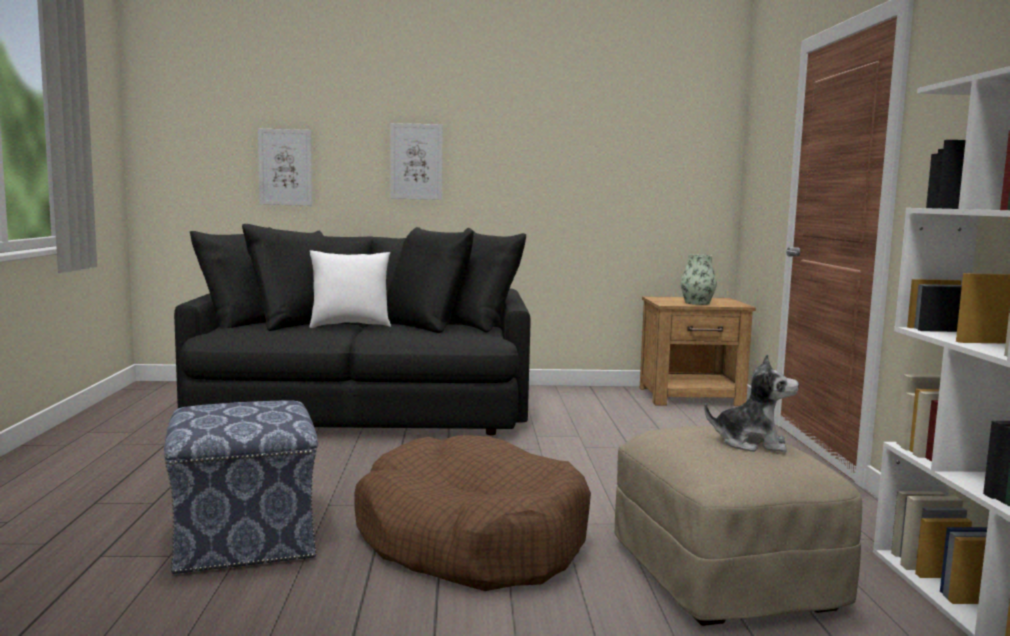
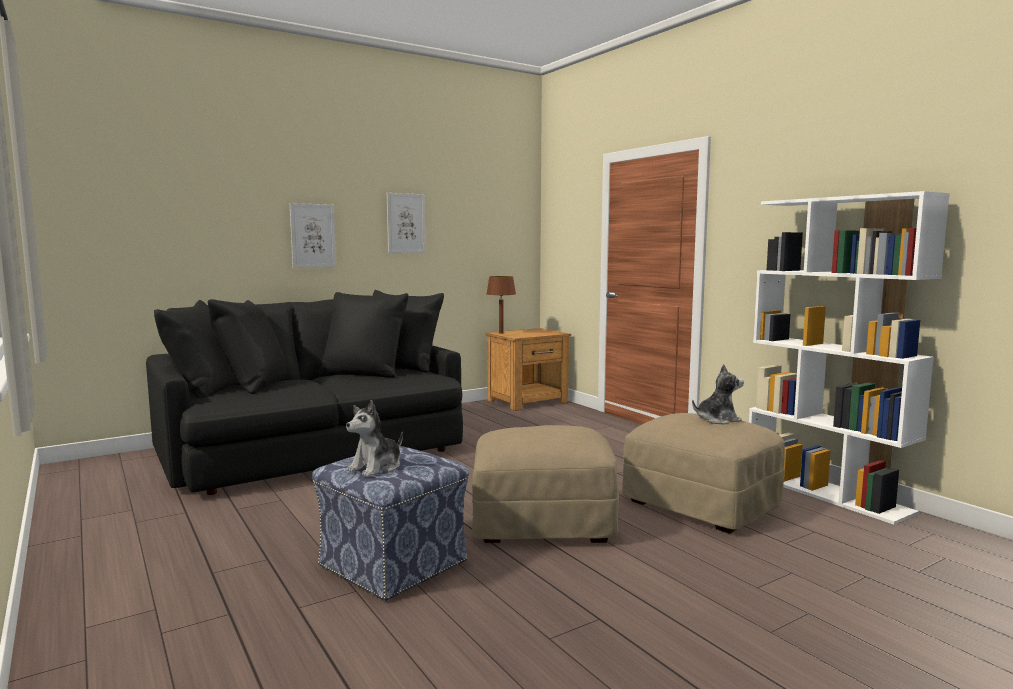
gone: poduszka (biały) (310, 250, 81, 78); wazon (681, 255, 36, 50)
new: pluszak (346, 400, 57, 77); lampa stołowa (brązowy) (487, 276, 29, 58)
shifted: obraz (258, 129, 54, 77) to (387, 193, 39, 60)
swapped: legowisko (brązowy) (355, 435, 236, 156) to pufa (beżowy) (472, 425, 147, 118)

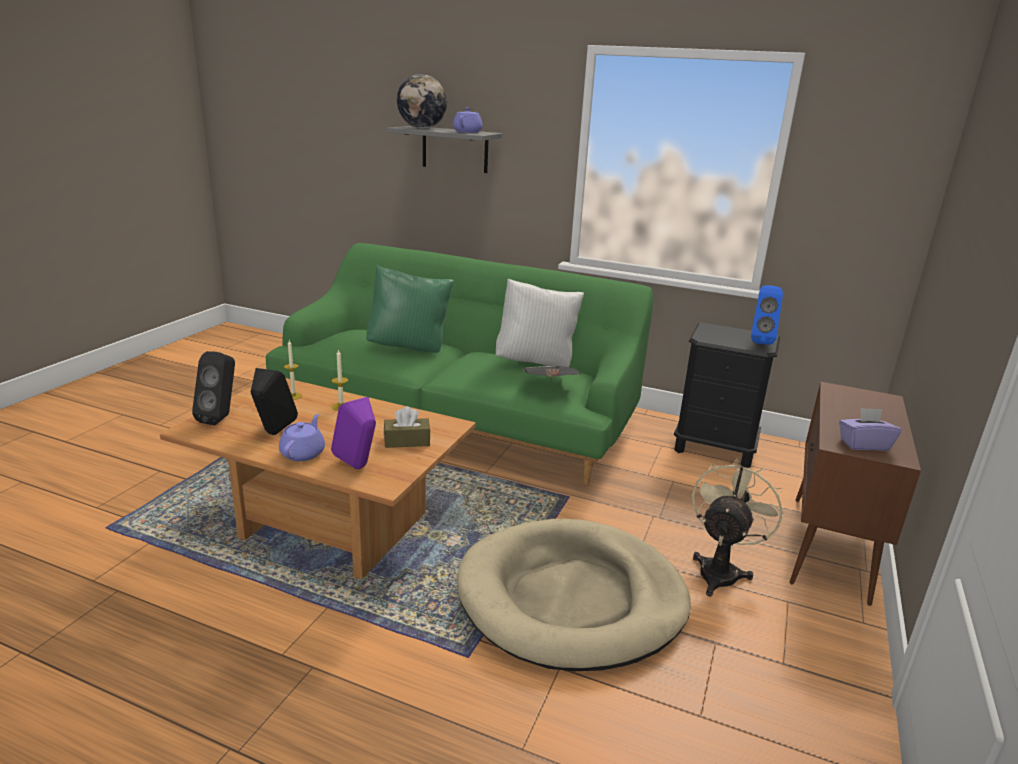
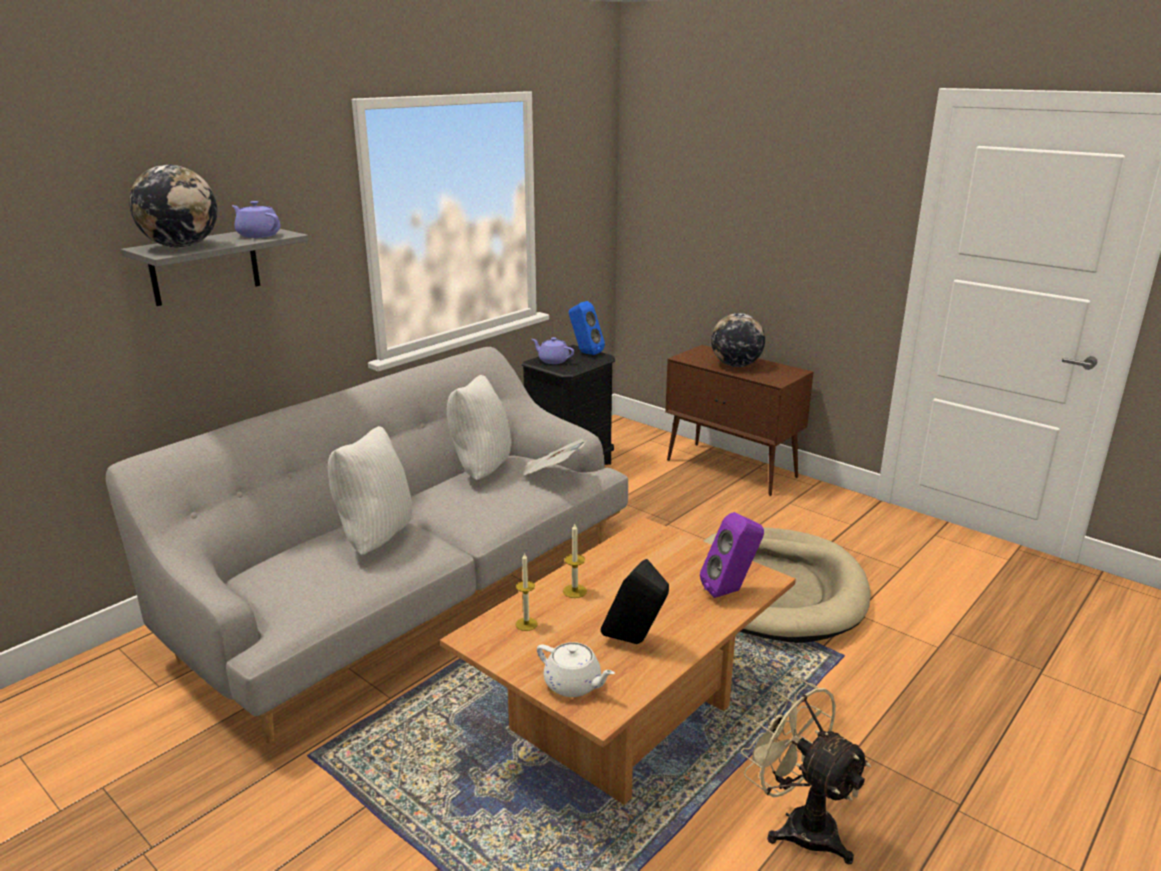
gone: pudełko chusteczek (brązowy) (384, 406, 46, 42); pudełko chusteczek (fioletowy) (839, 408, 63, 43)
new: globus (711, 313, 54, 54)
shifted: imbryk (fioletowy) (279, 414, 46, 47) to (532, 337, 42, 27); wentylator (beżowy) (692, 458, 92, 139) to (741, 677, 130, 187)
swapped: głośnik (czarny) (192, 351, 43, 75) to imbryk (biały) (537, 642, 78, 55)
repainted: kanapa (zielony) (266, 243, 388, 242) to kanapa (szary) (106, 347, 522, 396); poduszka (zielony) (366, 265, 88, 88) to poduszka (biały) (328, 426, 84, 129)

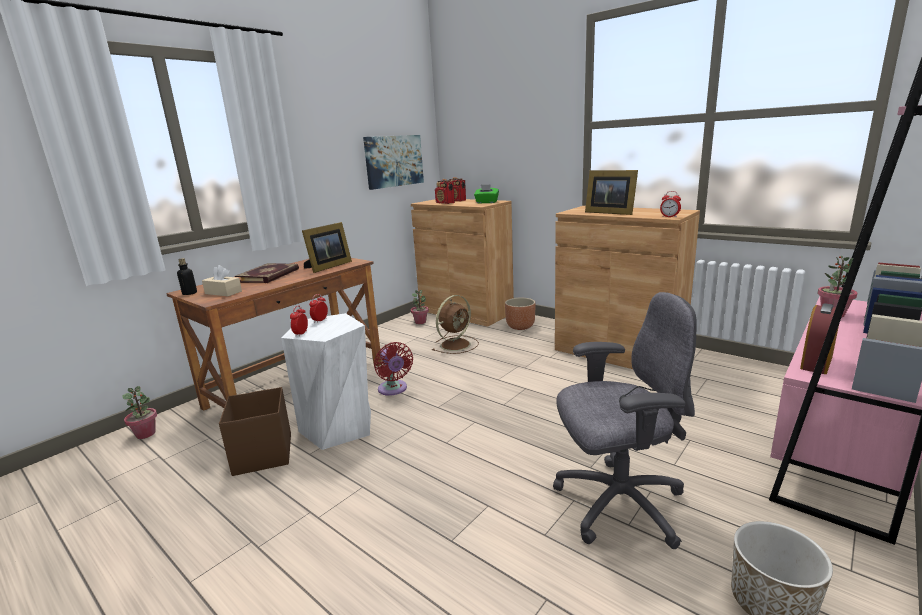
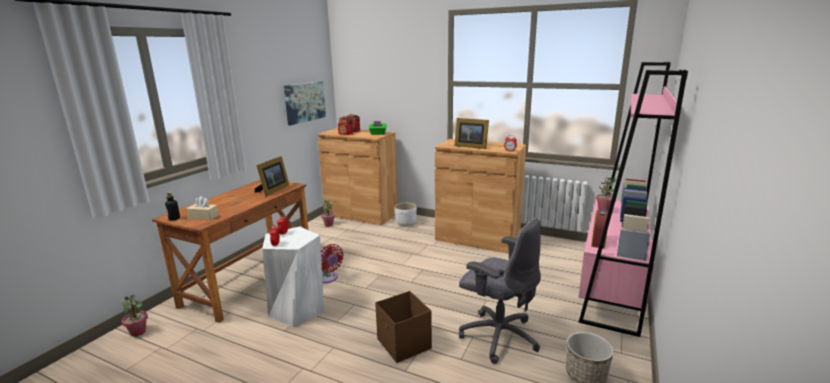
gone: książka (235, 263, 64, 20); wentylator (brązowy) (432, 295, 47, 59)
shifted: pojemnik do przechowywania (brązowy) (219, 387, 72, 89) to (375, 291, 57, 72)
repainted: donica (brązowy) (505, 298, 30, 32) to donica (biały) (395, 203, 22, 24)
rotated: krzesło biurowe (szary) (553, 292, 144, 257) = (459, 218, 82, 146) 60 degrees clockwise

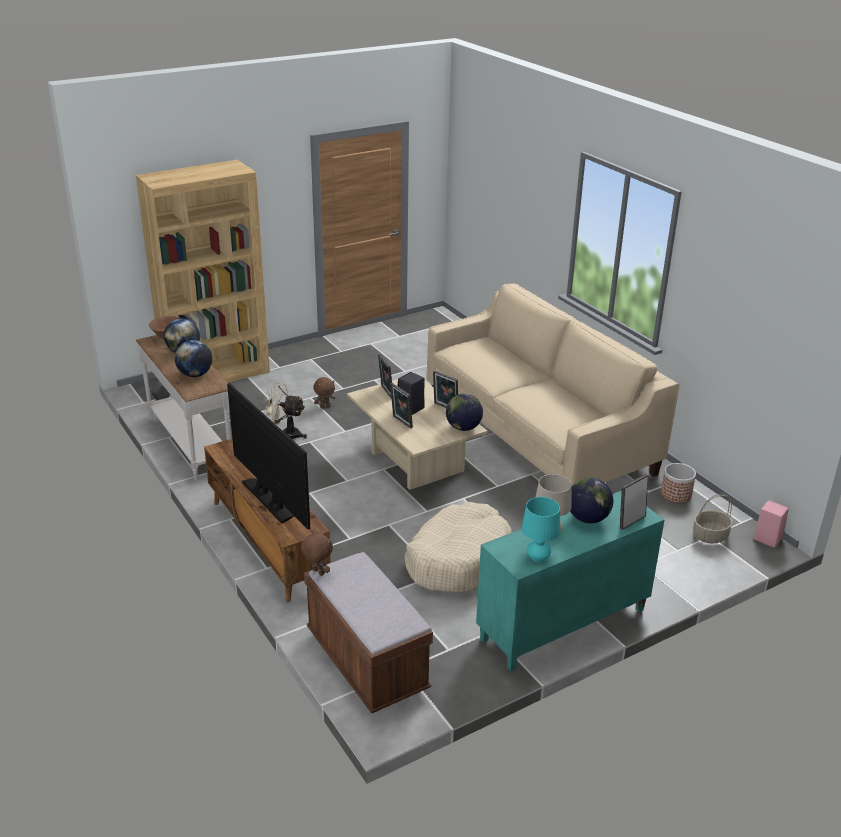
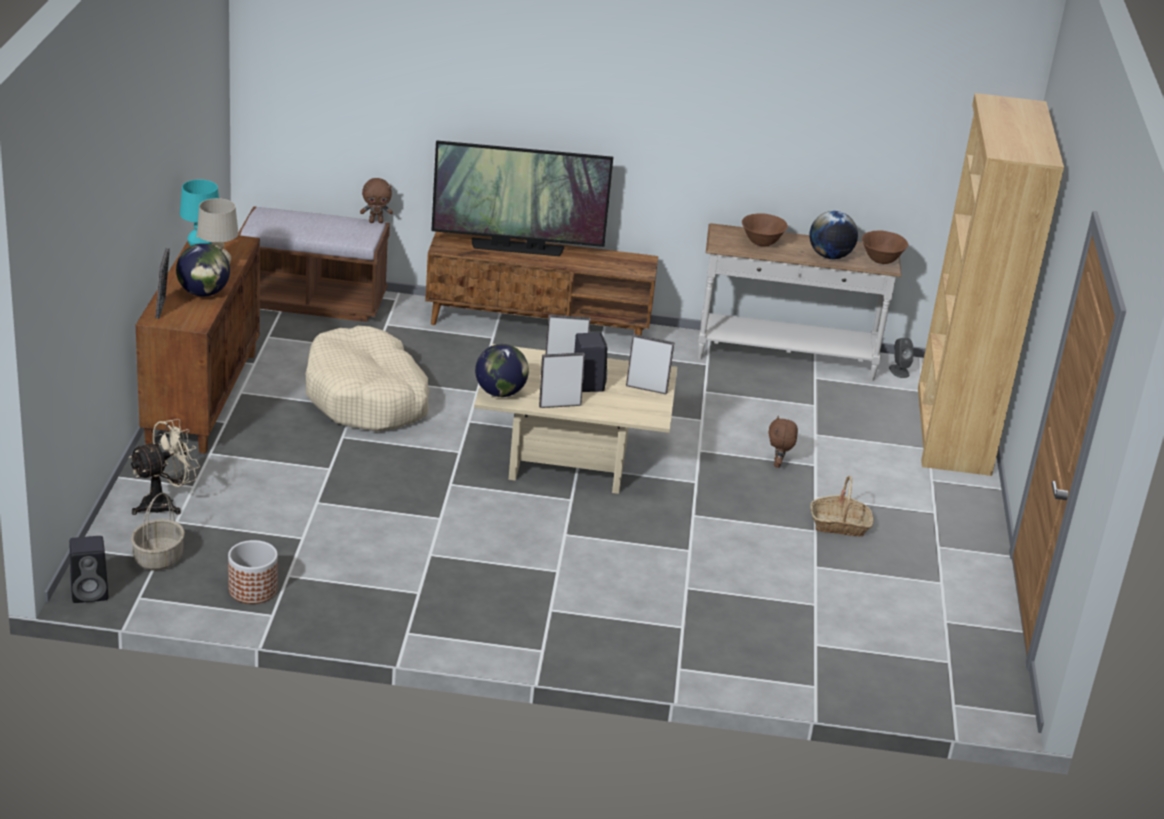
gone: kanapa (beżowy) (426, 284, 254, 203)
new: koszyk (810, 476, 64, 61)
shifted: wentylator (beżowy) (263, 382, 44, 57) to (128, 419, 72, 96)
swapped: globus (175, 340, 37, 37) to miska (brązowy) (742, 213, 46, 34)
repainted: szafka (turkusowy) (476, 491, 188, 180) to szafka (brązowy) (136, 235, 124, 219); głośnik (różowy) (753, 501, 36, 47) to głośnik (czarny) (69, 536, 39, 67)

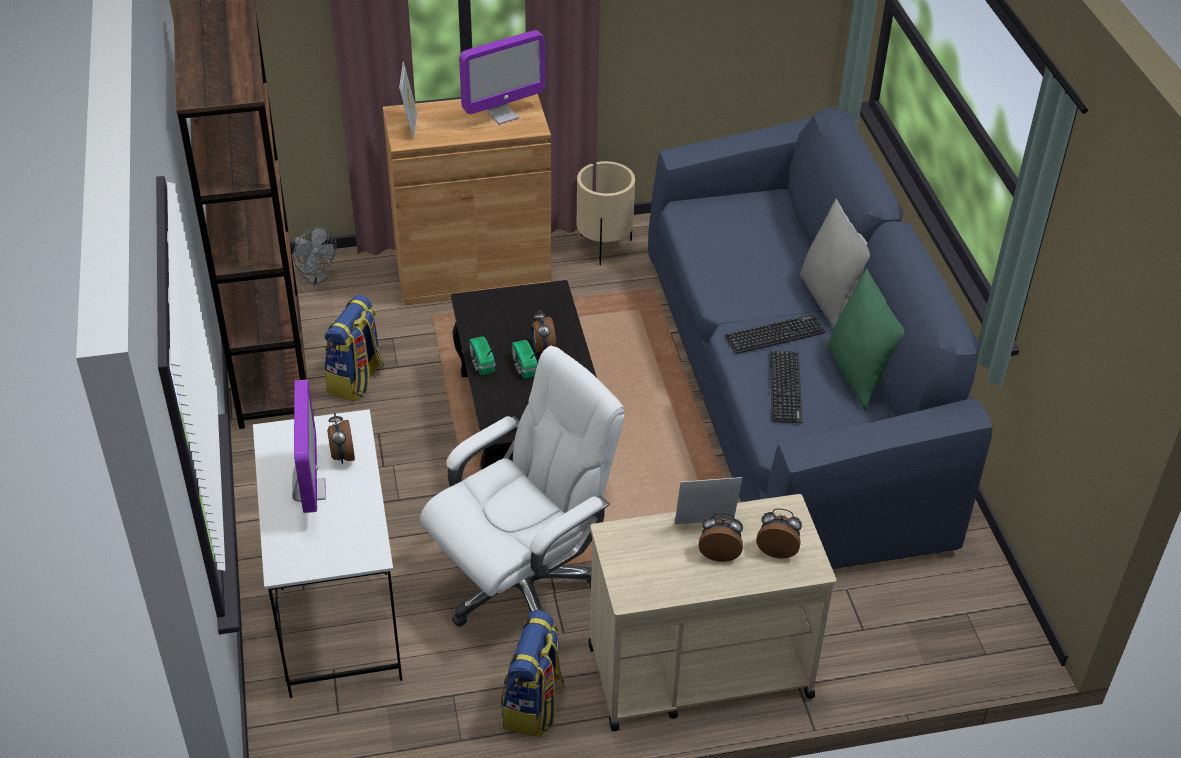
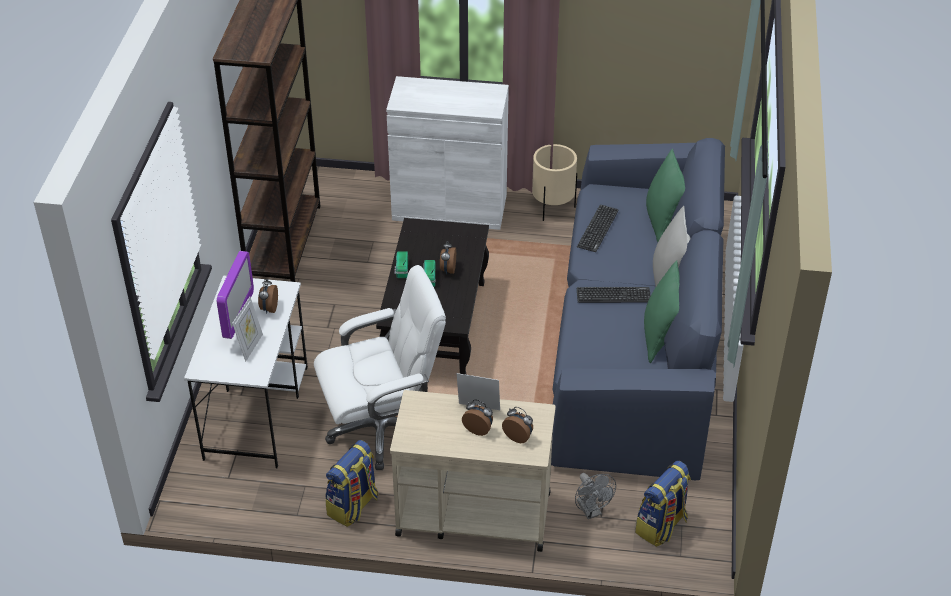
gone: monitor (459, 30, 86, 95)
new: poduszka (zielony) (646, 148, 39, 94)
shifted: wentylator (szary) (293, 227, 44, 59) to (575, 473, 41, 46); plecak (325, 295, 60, 107) to (635, 461, 56, 86); ramka na zdjęcie (399, 61, 18, 79) to (232, 297, 31, 65); klawiatura (770, 350, 33, 73) to (577, 205, 42, 47)
repainted: szafka (brązowy) (383, 94, 168, 211) to szafka (biały) (386, 76, 123, 154)

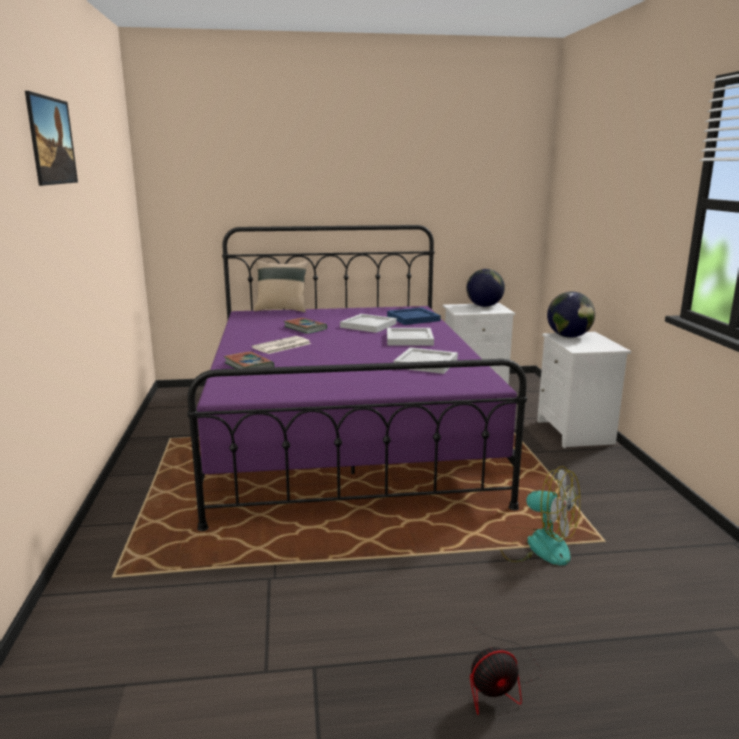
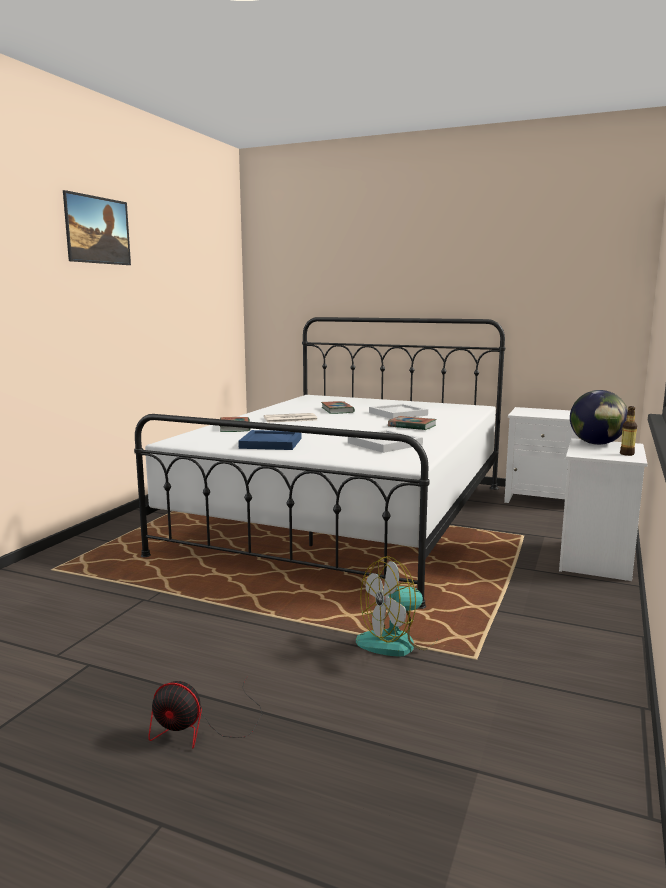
gone: poduszka (beżowy) (254, 260, 54, 52); globus (466, 269, 39, 38)
new: butelka (620, 406, 17, 50)
shifted: taca (niebieski) (387, 308, 54, 17) to (238, 430, 64, 20)
swapped: taca (biały) (387, 328, 47, 18) to książka (388, 416, 49, 14)
repainted: łóżko (fioletowy) (187, 225, 340, 306) to łóżko (biały) (134, 317, 371, 292)
rotated: wentylator (500, 466, 80, 100) = (356, 556, 82, 101) 90 degrees clockwise

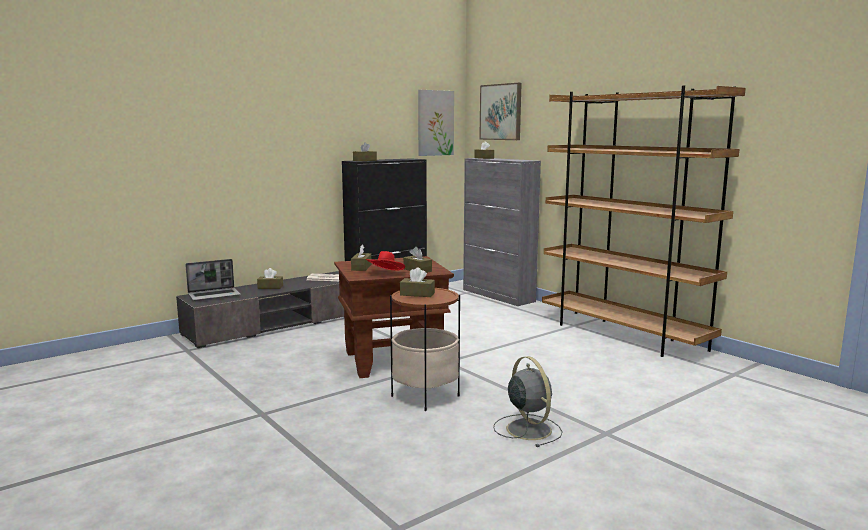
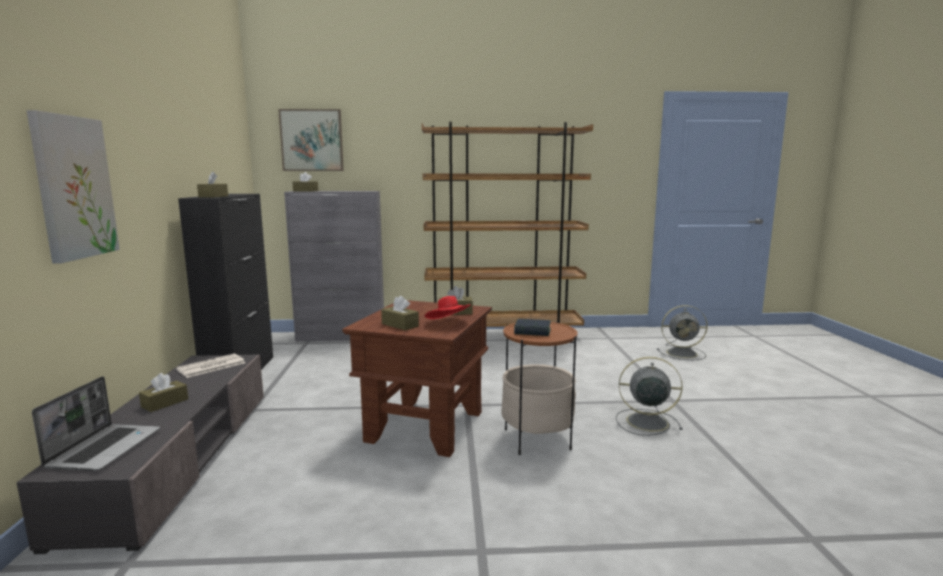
new: wentylator (szary) (657, 305, 51, 55)
shifted: obraz (418, 90, 36, 66) to (27, 110, 93, 153)
swapped: pudełko chusteczek (brązowy) (400, 267, 35, 30) to książka (514, 319, 37, 17)

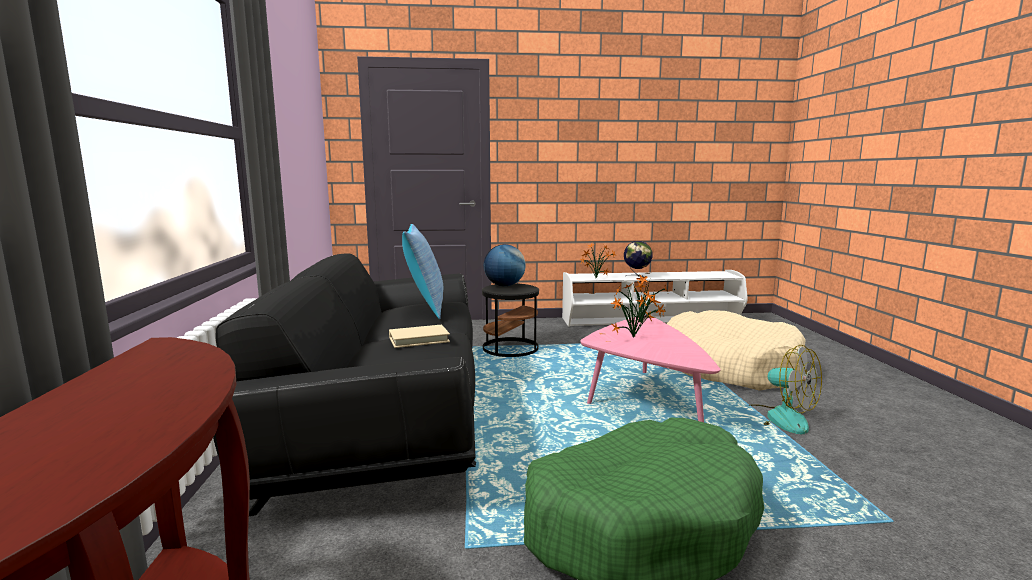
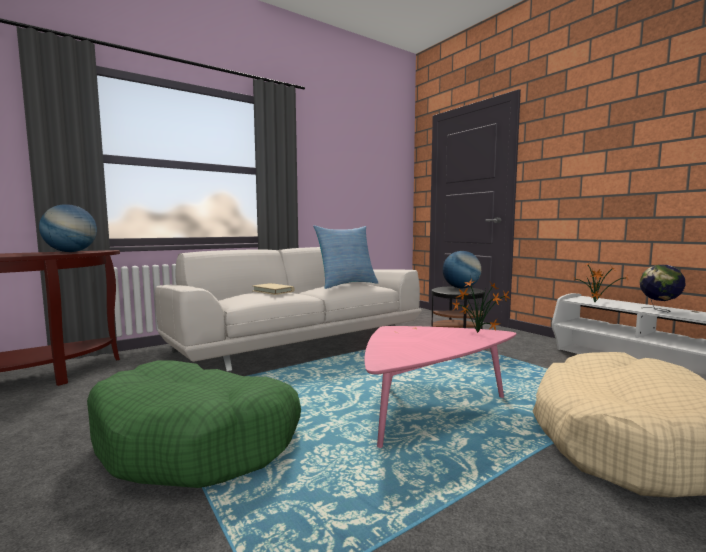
gone: roślina doniczkowa (611, 284, 54, 54); wentylator (743, 345, 79, 89)
new: globus (39, 204, 58, 48)
repainted: kanapa (czarny) (213, 253, 263, 263) to kanapa (biały) (155, 247, 267, 124)

